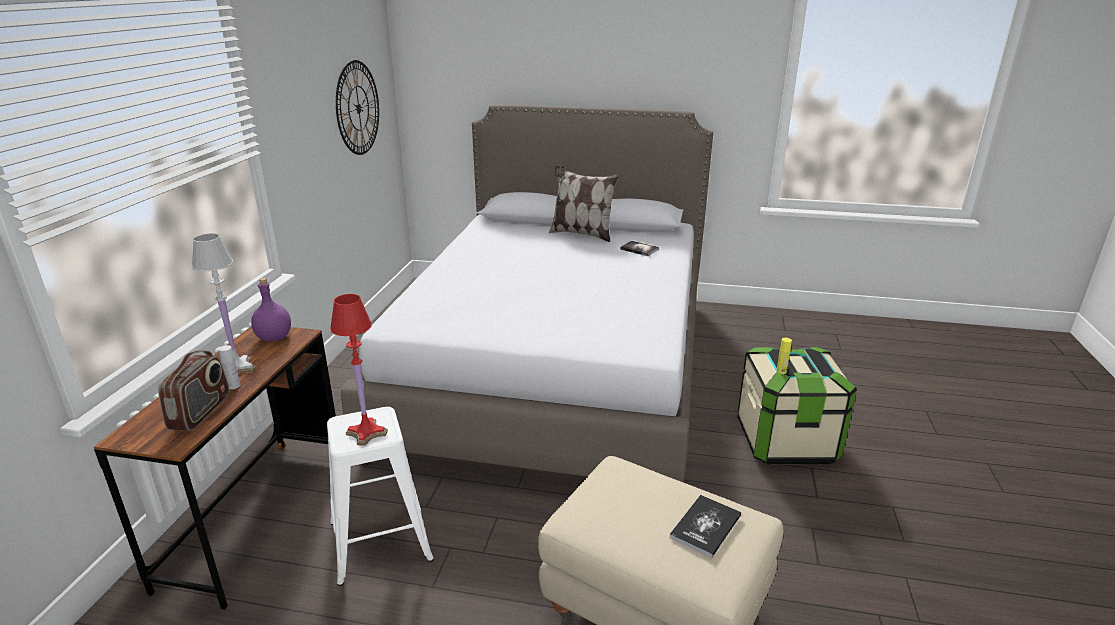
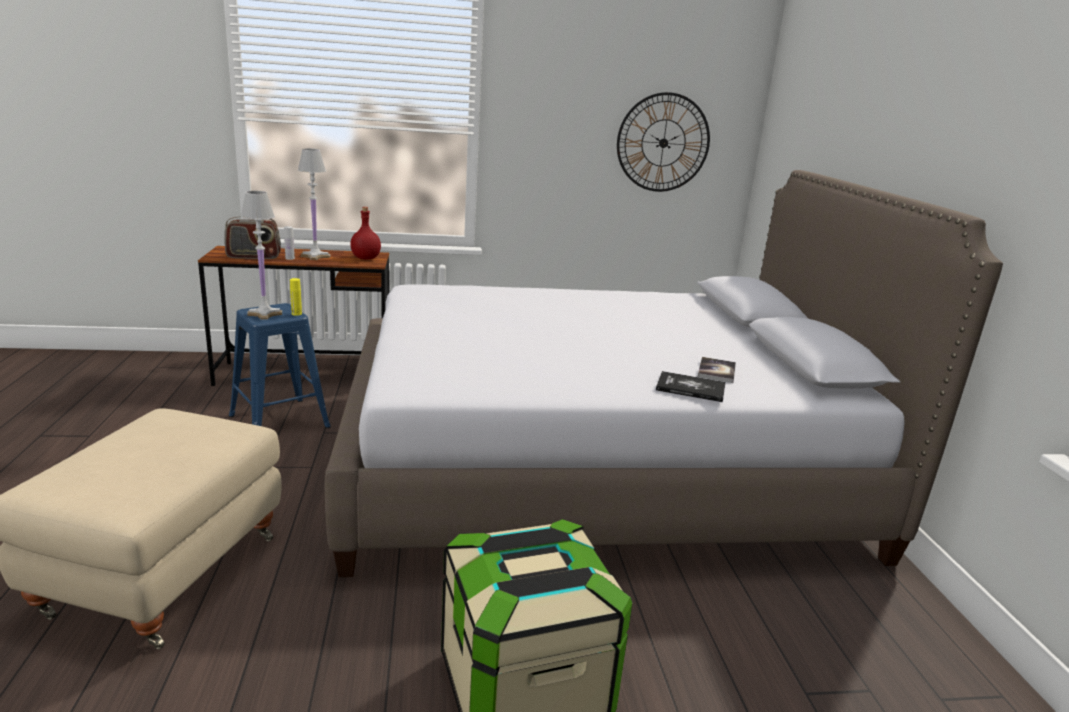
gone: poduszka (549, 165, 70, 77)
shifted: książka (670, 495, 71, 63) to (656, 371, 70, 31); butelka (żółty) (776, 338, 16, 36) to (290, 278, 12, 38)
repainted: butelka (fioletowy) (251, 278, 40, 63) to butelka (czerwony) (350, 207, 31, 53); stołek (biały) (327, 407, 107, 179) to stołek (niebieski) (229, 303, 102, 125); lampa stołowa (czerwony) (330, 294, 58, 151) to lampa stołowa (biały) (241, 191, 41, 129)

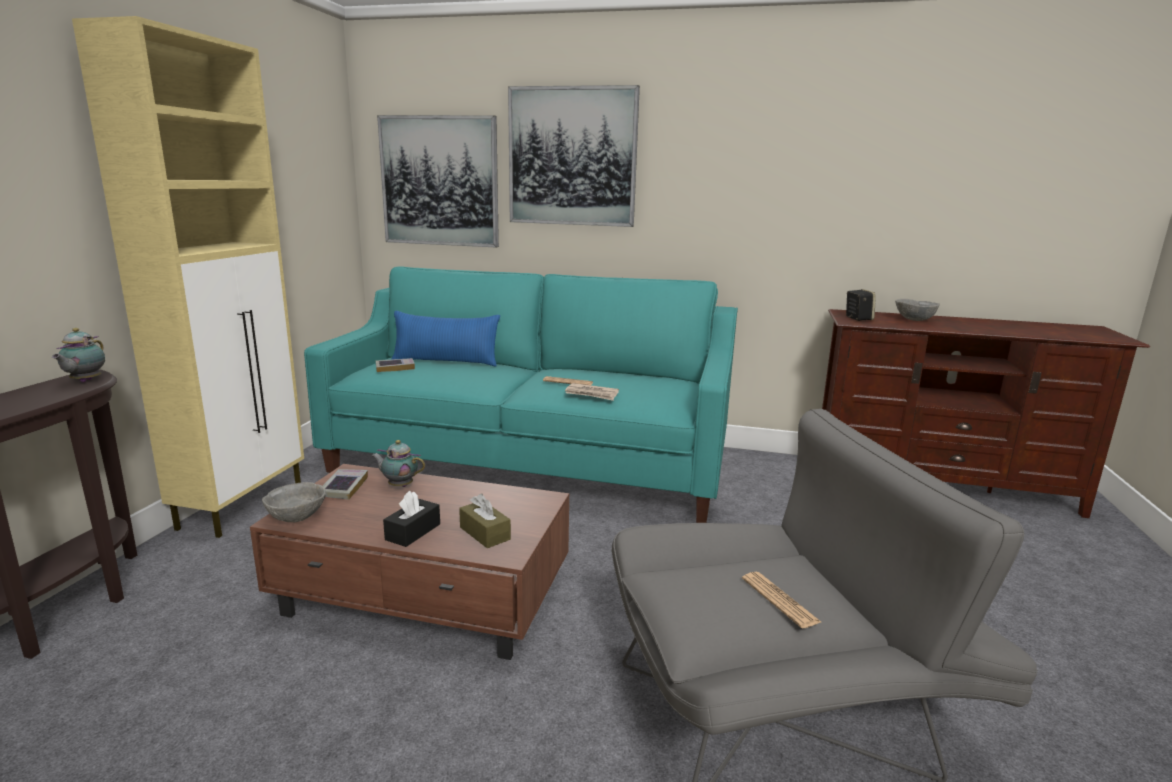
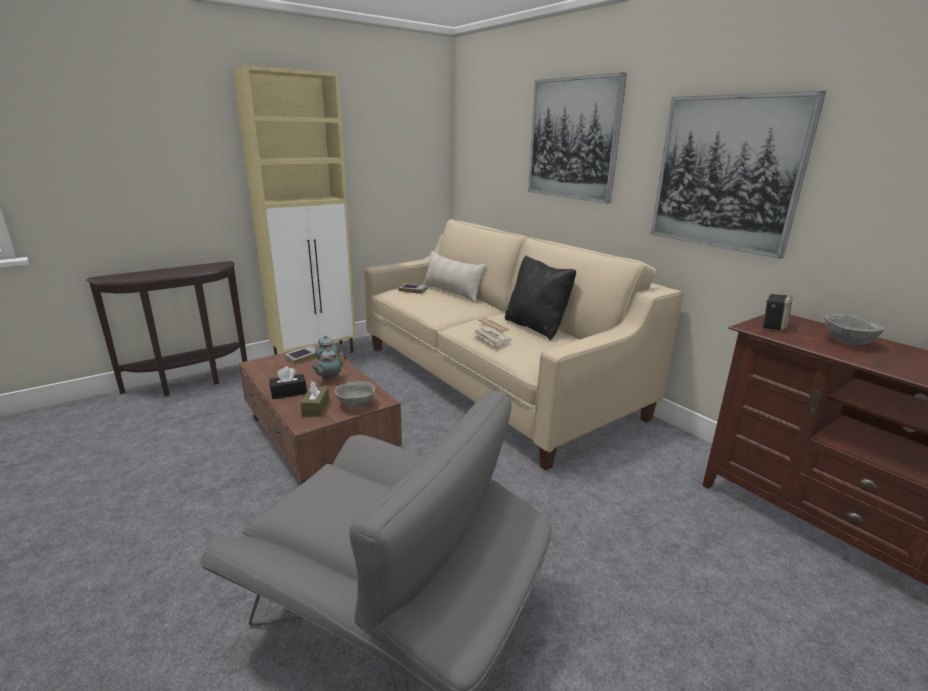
gone: gazeta (742, 572, 79, 56)
new: poduszka (czarny) (505, 256, 71, 84)
shifted: imbryk (52, 328, 53, 54) to (311, 348, 35, 33); miska (szary) (262, 482, 64, 40) to (335, 381, 40, 27); obraz (377, 115, 122, 132) to (651, 91, 175, 168)
repainted: kanapa (turkusowy) (304, 267, 434, 256) to kanapa (beżowy) (364, 219, 319, 252); poduszka (niebieski) (391, 311, 109, 56) to poduszka (beżowy) (423, 251, 63, 52)

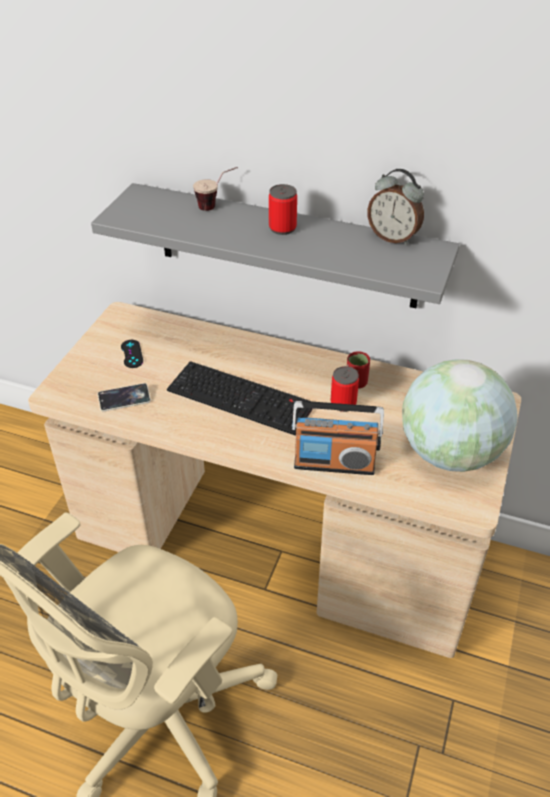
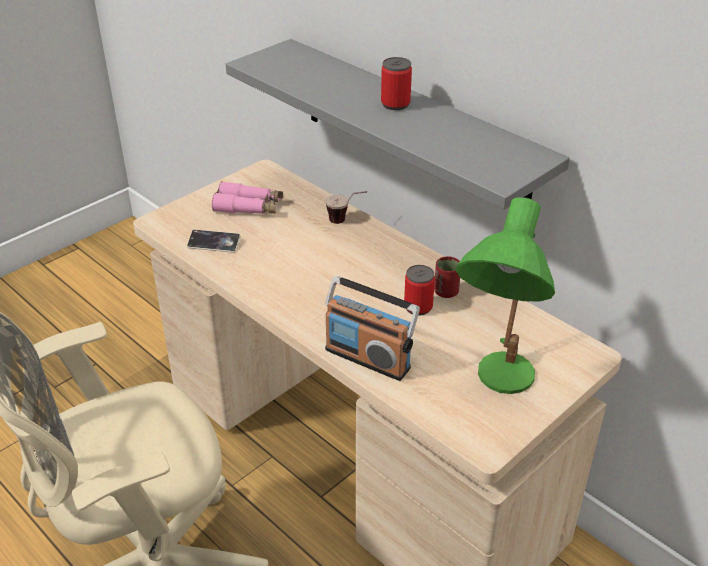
gone: klawiatura (167, 361, 146, 75); budzik (368, 169, 56, 76)
shifted: filiżanka (193, 167, 45, 44) to (325, 191, 42, 33)
swapped: pad do gier (czarny) (121, 340, 22, 28) to lornetka (różowy) (212, 182, 71, 32); globus (402, 359, 116, 113) to lampa stołowa (zielony) (455, 197, 100, 197)

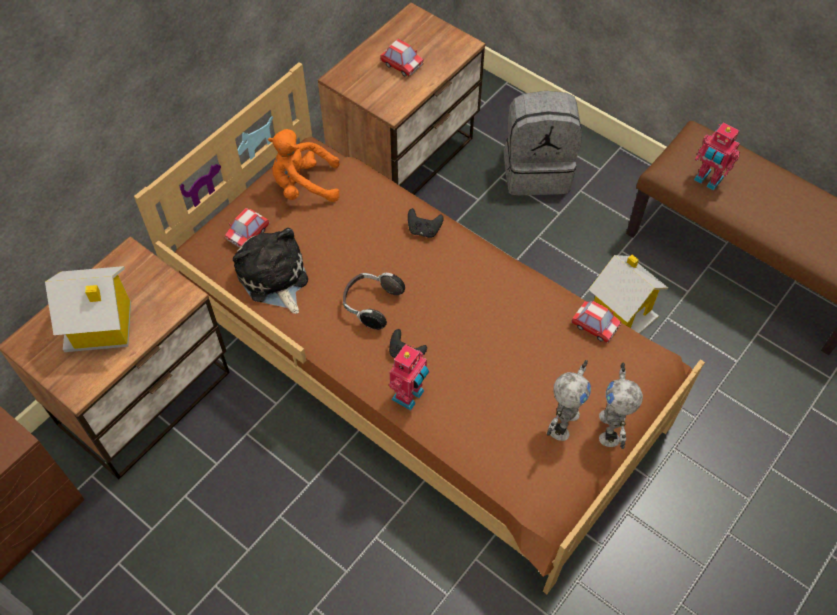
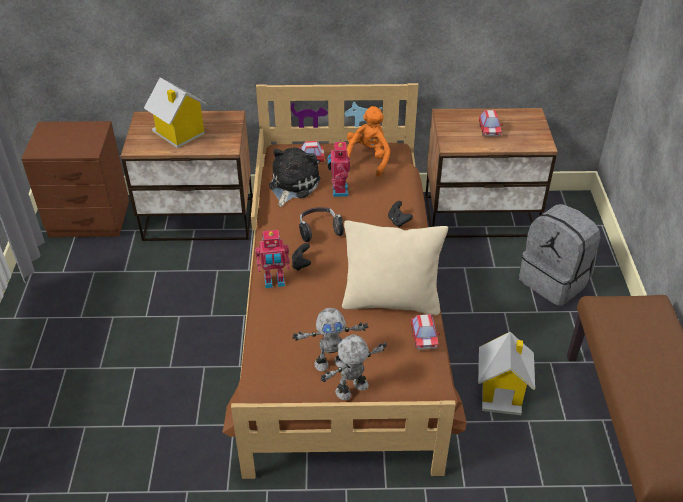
new: poduszka (beżowy) (342, 220, 106, 95)
shifted: robot zabawkowy (694, 122, 46, 69) to (327, 140, 23, 57)
rotated: pluszak (pomarańczowy) (268, 129, 72, 73) = (347, 106, 44, 71) 60 degrees clockwise

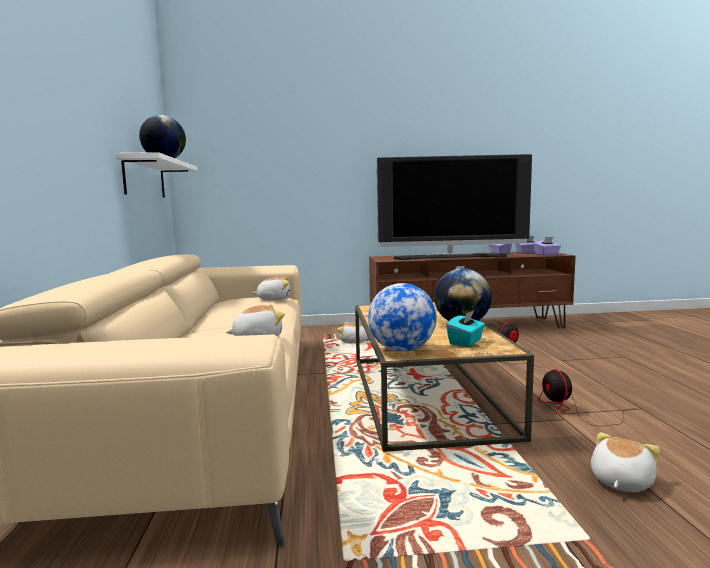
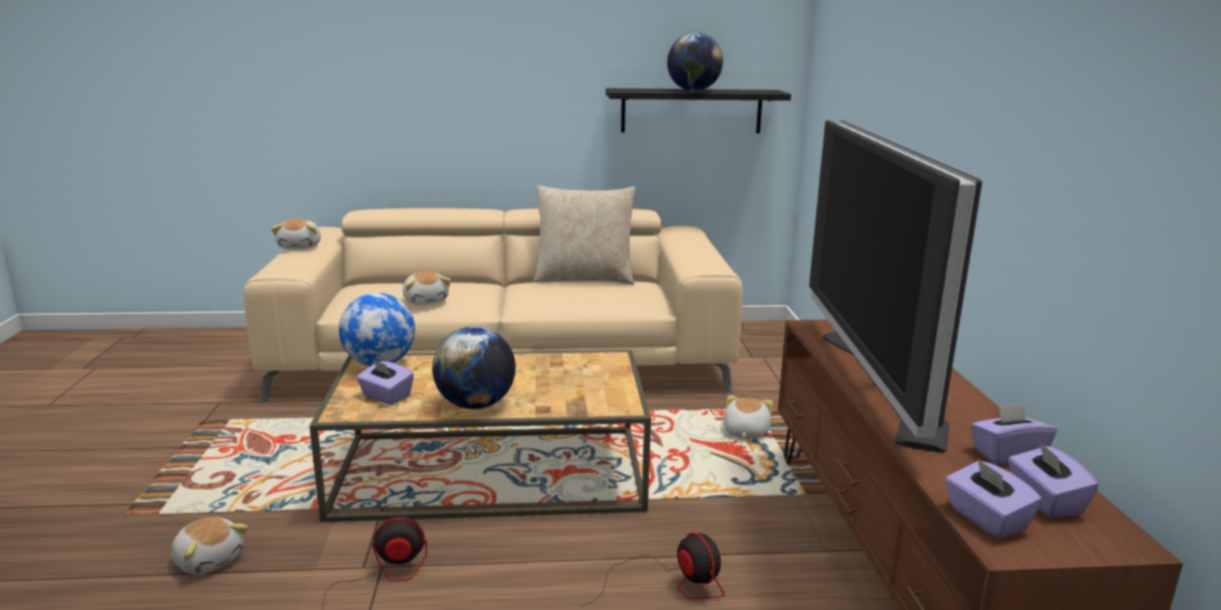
new: poduszka (beżowy) (534, 185, 102, 100)
shifted: pluszak (253, 276, 37, 24) to (271, 219, 50, 30)
repainted: półka (biały) (115, 152, 83, 46) to półka (czarny) (606, 88, 185, 45); pudełko chusteczek (turkusowy) (446, 310, 39, 37) to pudełko chusteczek (fioletowy) (356, 359, 58, 46)

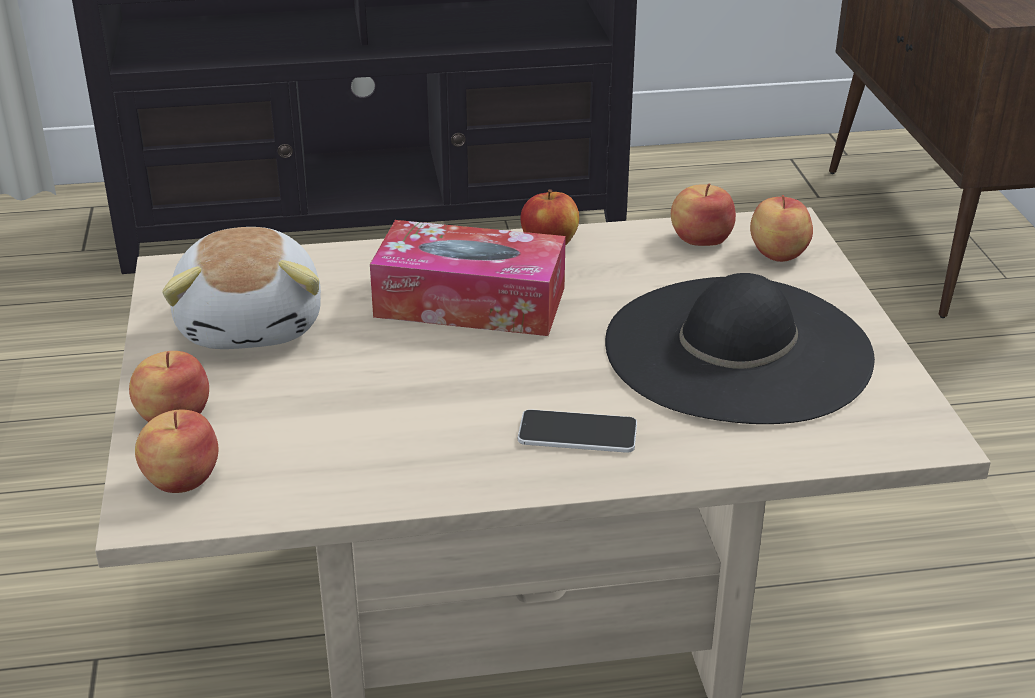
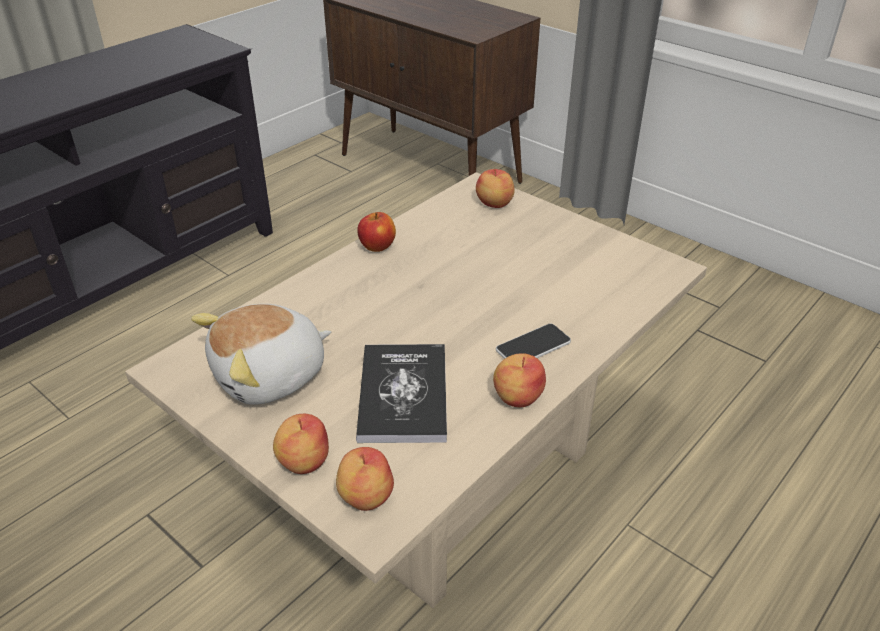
gone: pudełko chusteczek (370, 220, 196, 116); kapelusz (czarny) (605, 273, 270, 151)
new: książka (356, 344, 91, 99)
shifted: jabłko (671, 183, 65, 63) to (493, 353, 53, 54)
rotated: pluszak (162, 227, 159, 122) = (191, 304, 140, 101) 105 degrees clockwise

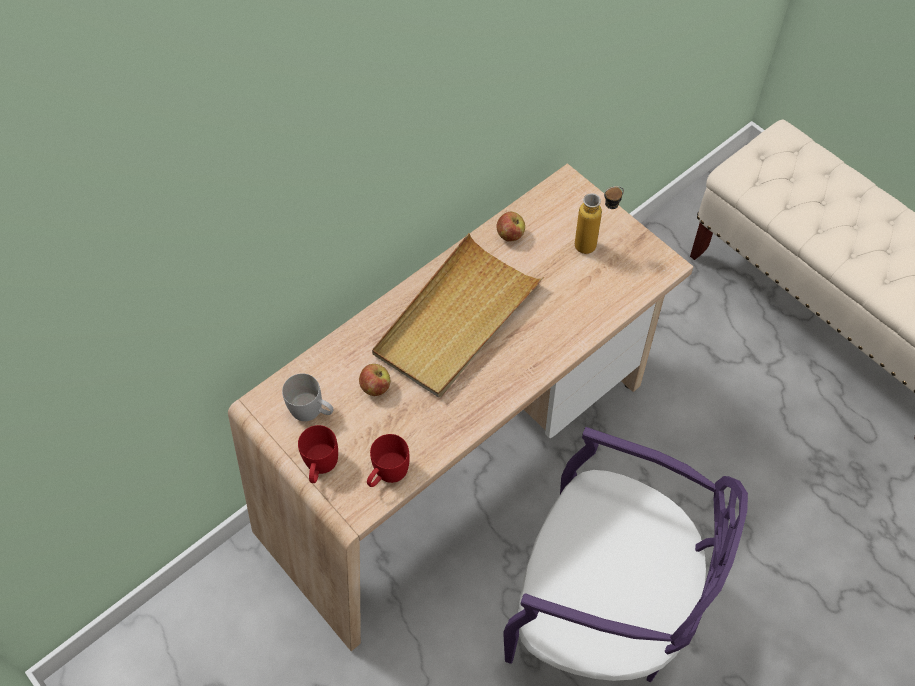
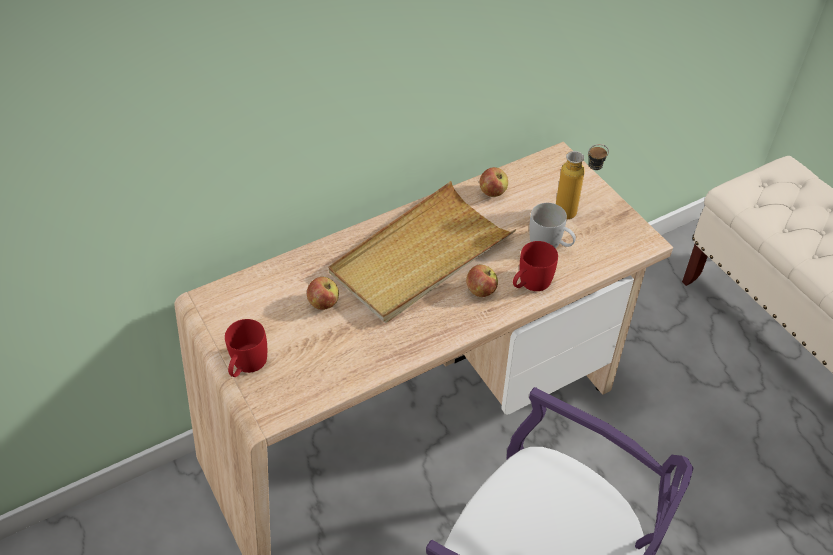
new: jabłko (466, 265, 32, 32)
shifted: kubek (biały) (282, 373, 52, 48) to (529, 203, 47, 46); kubek (czerwony) (367, 434, 43, 53) to (513, 241, 45, 50)

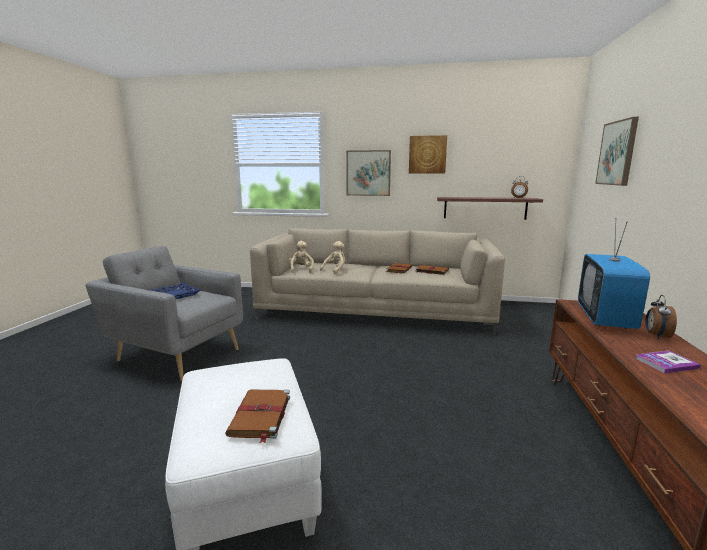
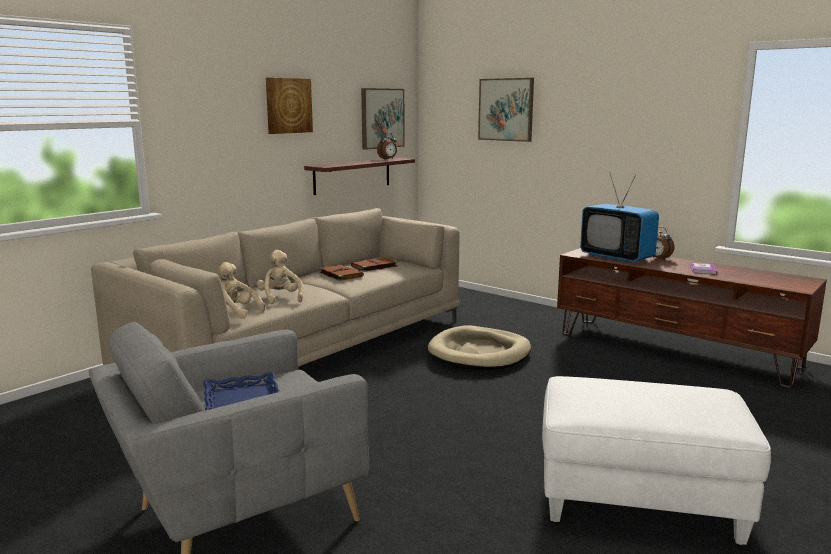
gone: książka (brązowy) (225, 389, 65, 54)
new: legowisko (beżowy) (428, 325, 103, 45)
shifted: obraz (346, 150, 45, 46) to (361, 88, 44, 62)

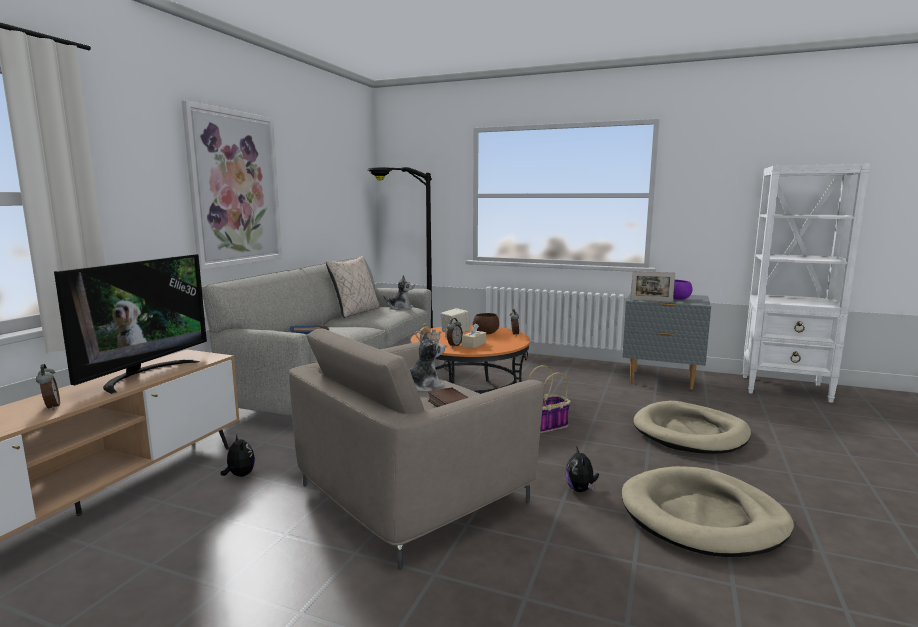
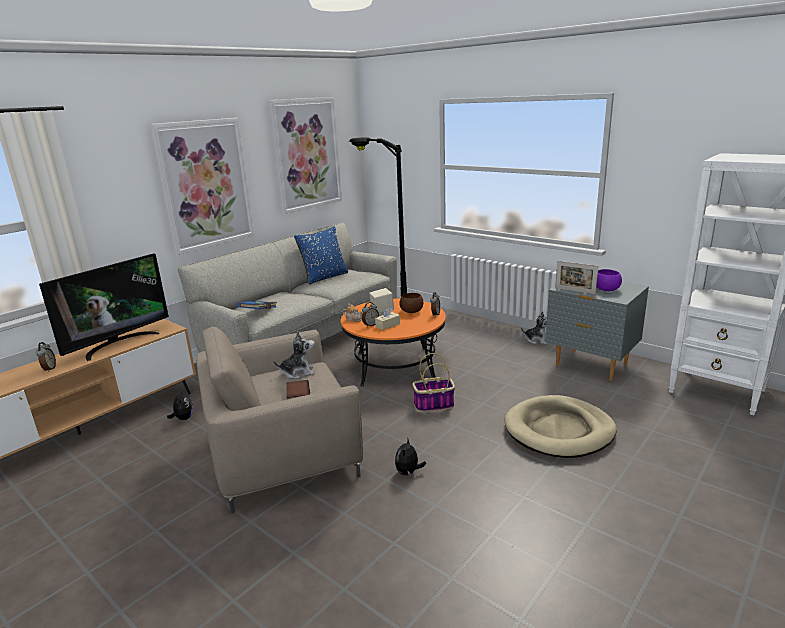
gone: legowisko (beżowy) (622, 466, 172, 91)
new: obraz (269, 97, 73, 117)
shifted: pluszak (383, 275, 31, 35) to (521, 311, 27, 34)
repainted: poduszka (beżowy) (326, 256, 53, 62) to poduszka (niebieski) (294, 226, 54, 59)

